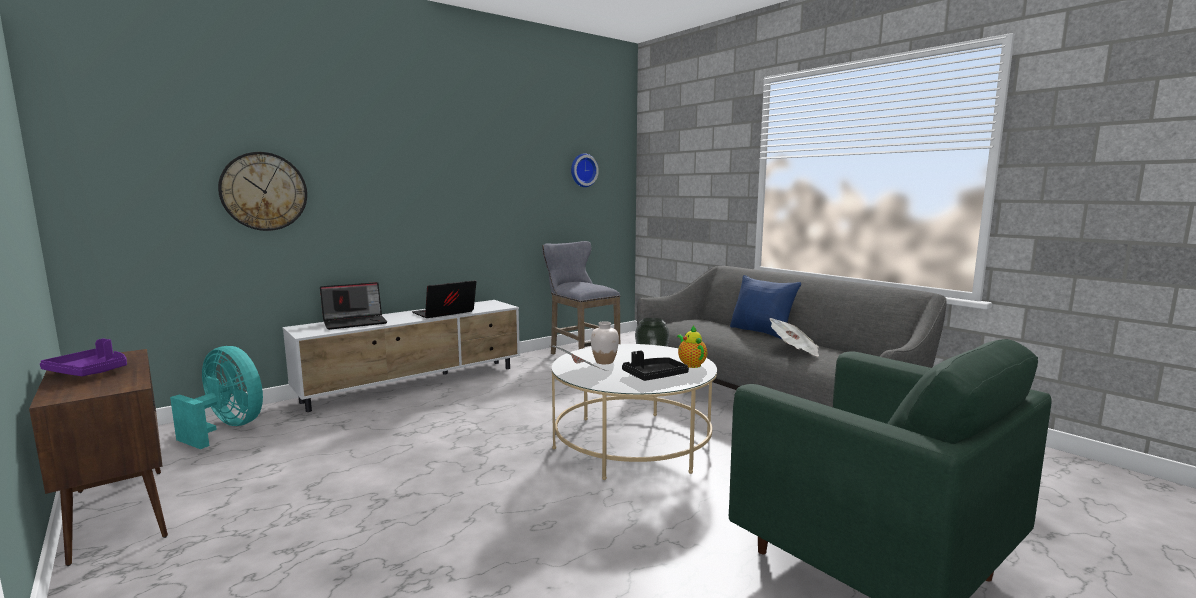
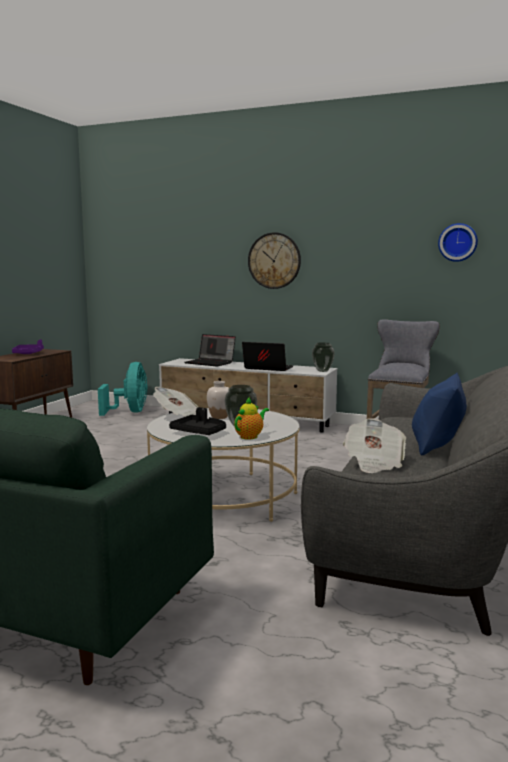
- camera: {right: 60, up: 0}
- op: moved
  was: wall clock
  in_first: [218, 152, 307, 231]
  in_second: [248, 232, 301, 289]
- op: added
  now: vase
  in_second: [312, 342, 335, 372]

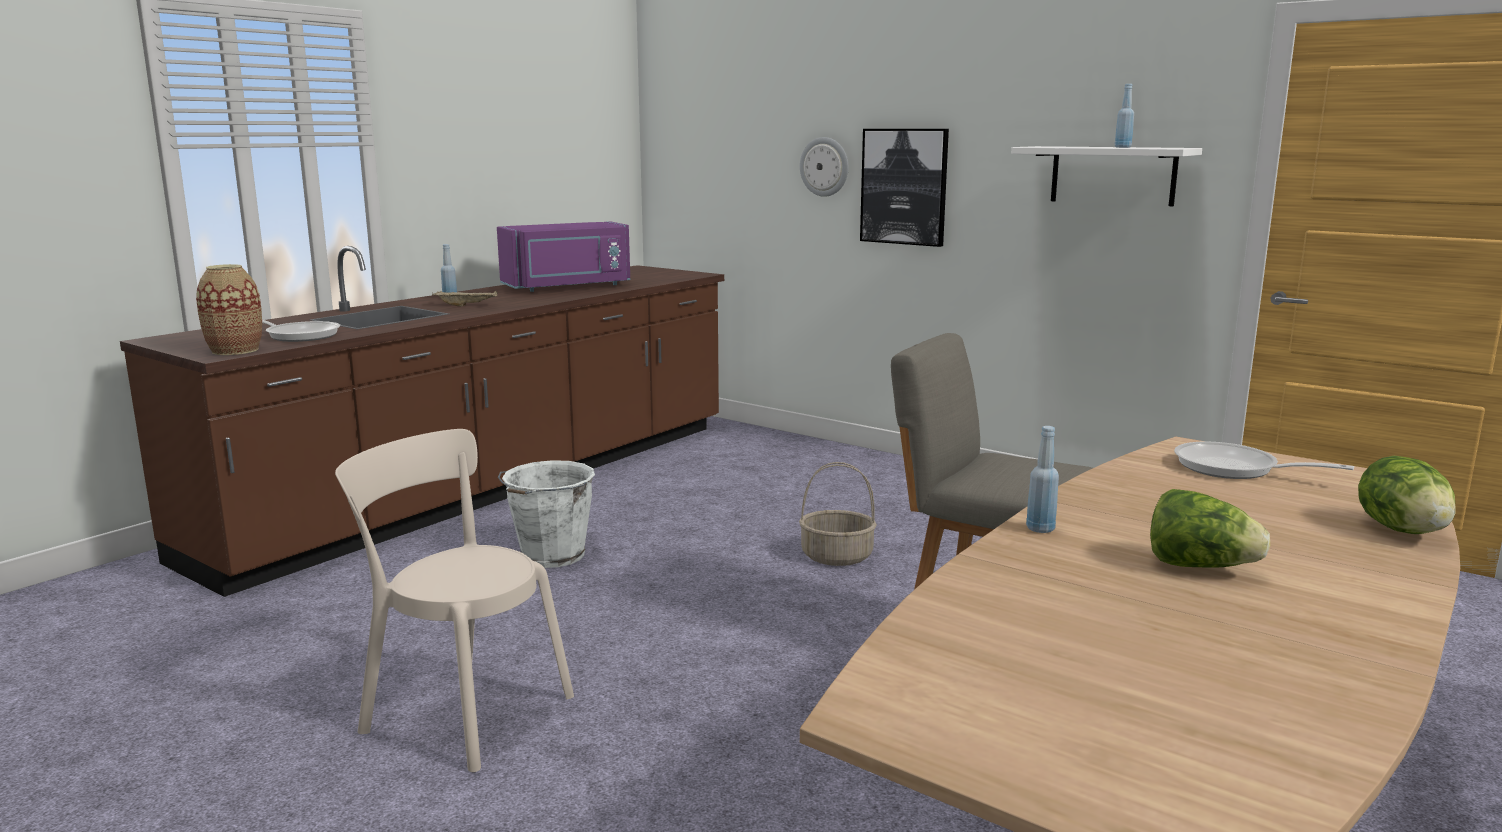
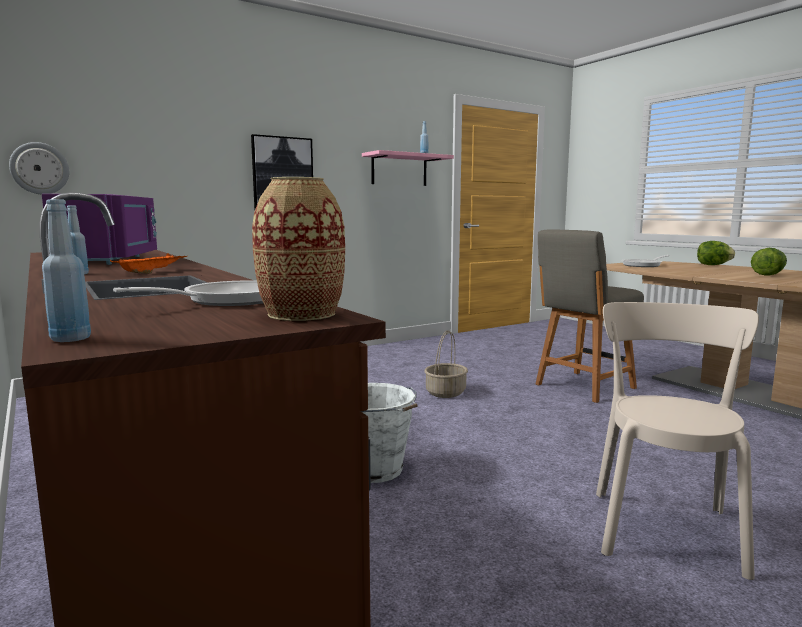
- camera: {right: -70, up: -5}
- op: turned
  was: beige chair
  in_first: [335, 429, 574, 773]
  in_second: [596, 302, 759, 580]
  clockwise: 150
- op: recoloured
  was: beige tray
  now: orange tray
  in_first: [432, 290, 498, 306]
  in_second: [110, 253, 187, 274]
- op: moved
  was: wall clock
  in_first: [800, 137, 849, 197]
  in_second: [9, 142, 69, 194]
- op: recoloured
  was: white shelf
  now: pink shelf
  in_first: [1011, 146, 1202, 206]
  in_second: [362, 150, 454, 186]
- op: moved
  was: blue bottle
  in_first: [1026, 426, 1059, 533]
  in_second: [42, 199, 91, 342]

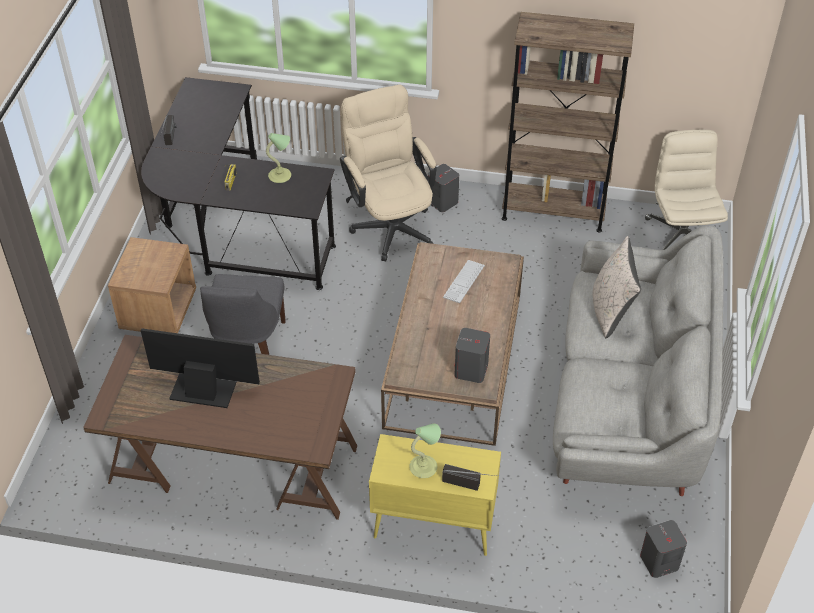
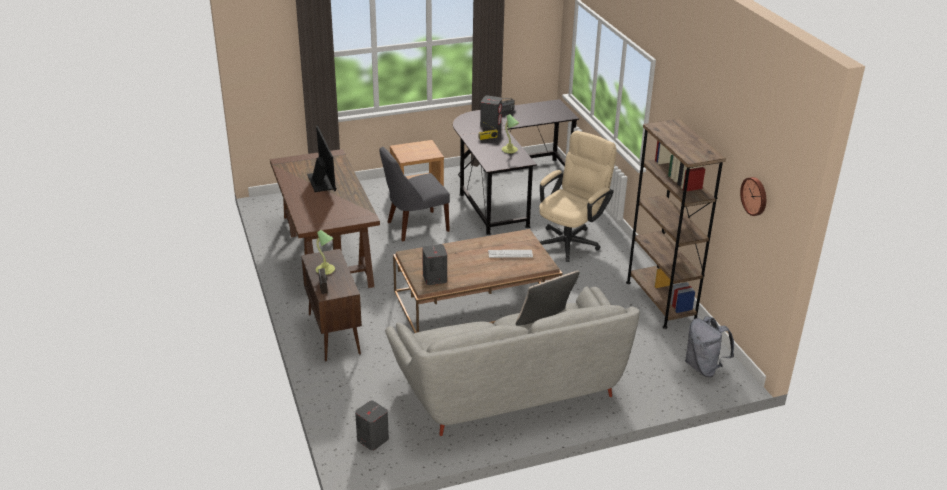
- camera: {right: 60, up: -15}
- op: recoloured
  was: yellow cabinet
  now: brown cabinet
  in_first: [369, 434, 501, 556]
  in_second: [301, 249, 362, 362]
- op: moved
  was: grey speaker
  in_first: [428, 164, 459, 212]
  in_second: [480, 96, 502, 129]
- op: replaced
  was: beige office chair
  now: grey backpack
  in_first: [645, 130, 728, 250]
  in_second: [685, 316, 734, 377]
- op: added
  now: wall clock
  in_second: [740, 177, 766, 216]

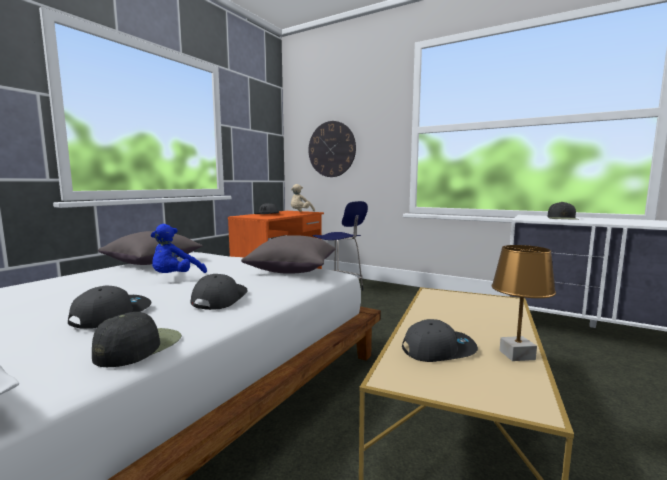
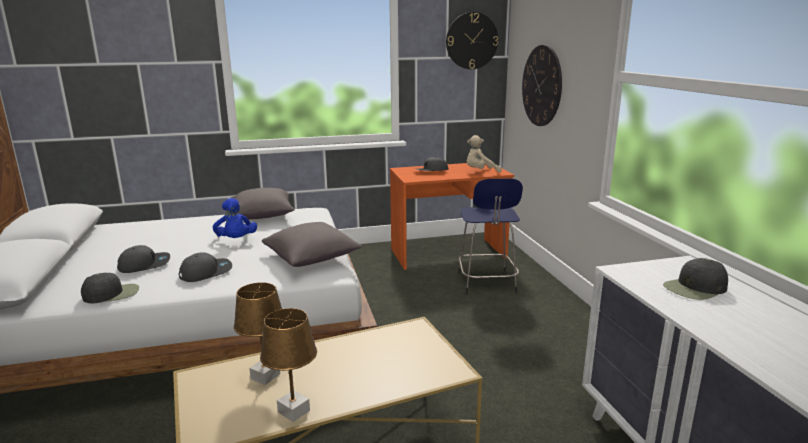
- camera: {right: 45, up: 10}
- op: turned
  was: blue plush toy
  in_first: [150, 224, 207, 273]
  in_second: [213, 198, 257, 238]
  clockwise: -90
- op: replaced
  was: grey cap
  now: brown table lamp
  in_first: [402, 319, 478, 362]
  in_second: [234, 282, 282, 385]
- op: added
  now: wall clock
  in_second: [446, 12, 498, 69]

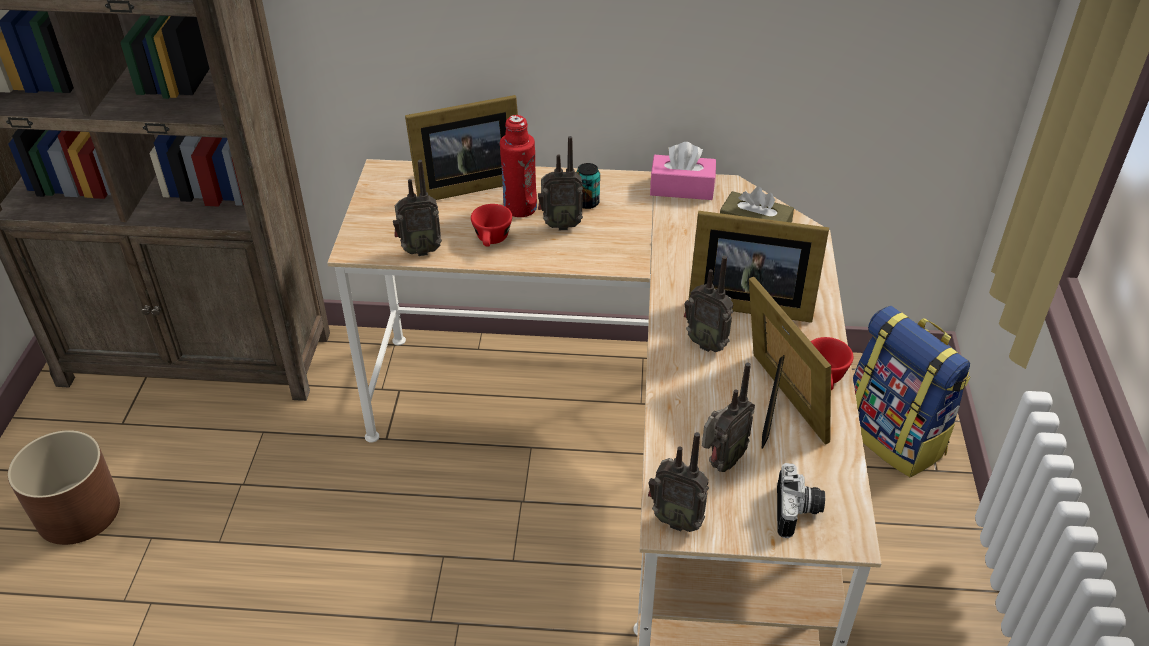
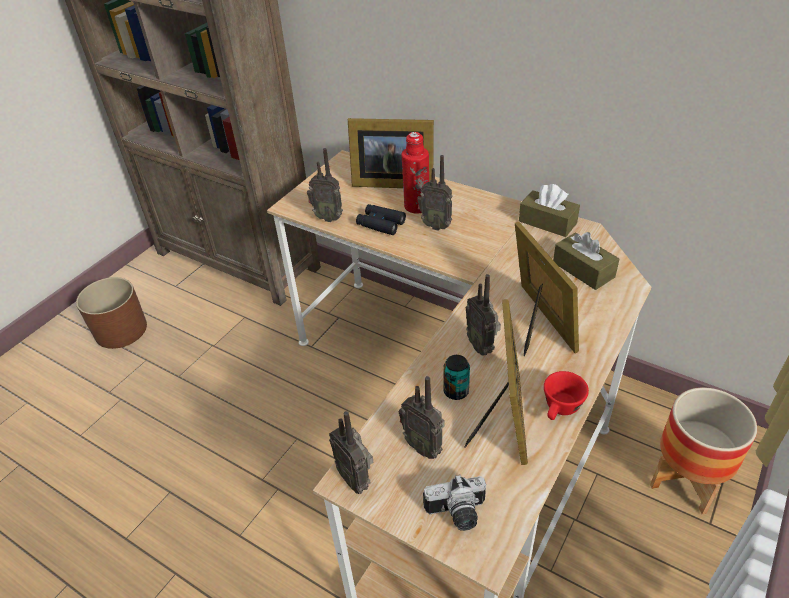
- camera: {right: 30, up: 0}
- op: replaced
  was: red cup
  now: black binoculars
  in_first: [471, 204, 512, 246]
  in_second: [356, 204, 406, 235]
- op: moved
  was: can
  in_first: [576, 163, 600, 209]
  in_second: [443, 355, 470, 400]
- op: recoloured
  was: pink tissue box
  now: brown tissue box
  in_first: [650, 142, 716, 200]
  in_second: [519, 184, 580, 237]
- op: turned
  was: picture frame
  in_first: [689, 211, 829, 323]
  in_second: [515, 222, 579, 356]
  clockwise: -150
- op: turned
  was: radio
  in_first: [702, 362, 755, 472]
  in_second: [399, 376, 444, 459]
  clockwise: 60
- op: turned
  was: photo camera
  in_first: [777, 463, 825, 538]
  in_second: [423, 474, 486, 531]
  clockwise: 45
- op: replaced
  was: backpack
  now: planter
  in_first: [853, 306, 971, 477]
  in_second: [650, 387, 757, 514]

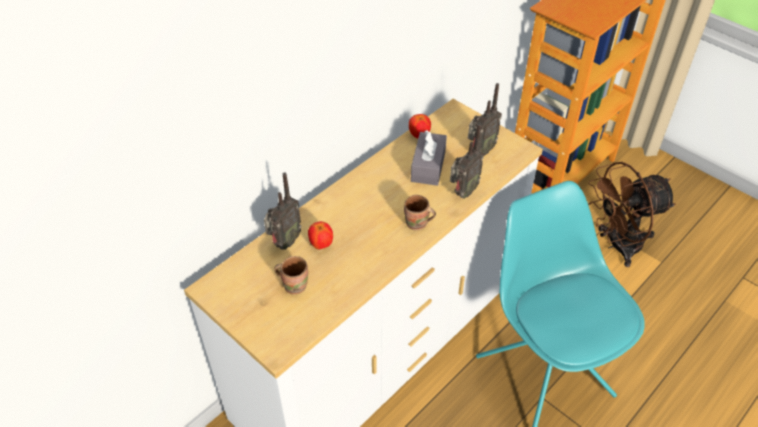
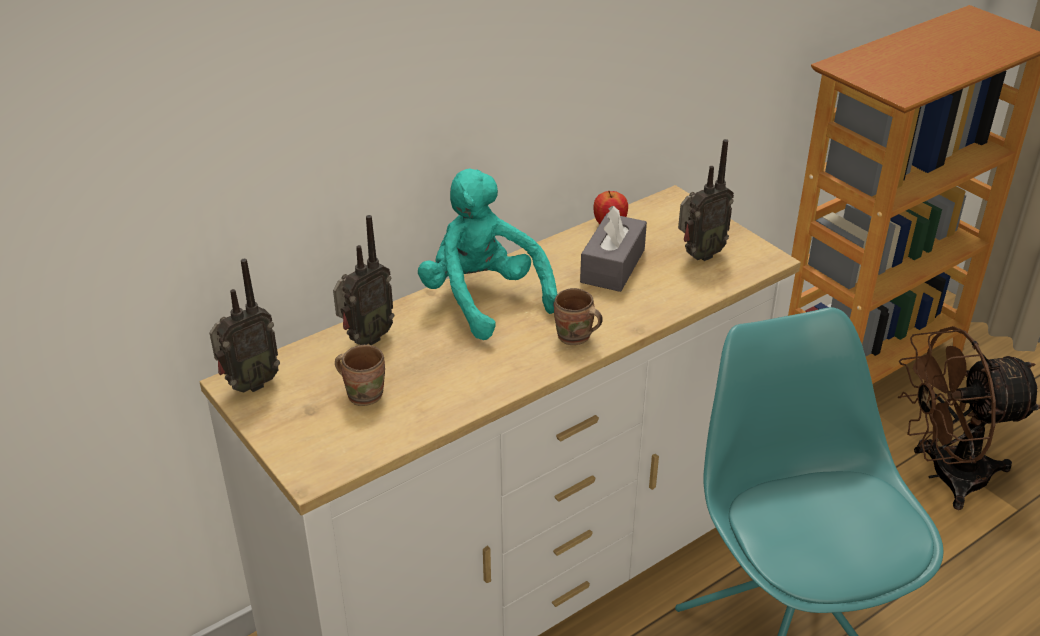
- camera: {right: 10, up: -10}
- op: removed
  was: apple
  in_first: [308, 221, 333, 249]
- op: moved
  was: radio
  in_first: [450, 123, 484, 198]
  in_second: [209, 259, 280, 392]
- op: added
  now: turquoise plush toy
  in_second: [418, 168, 557, 340]

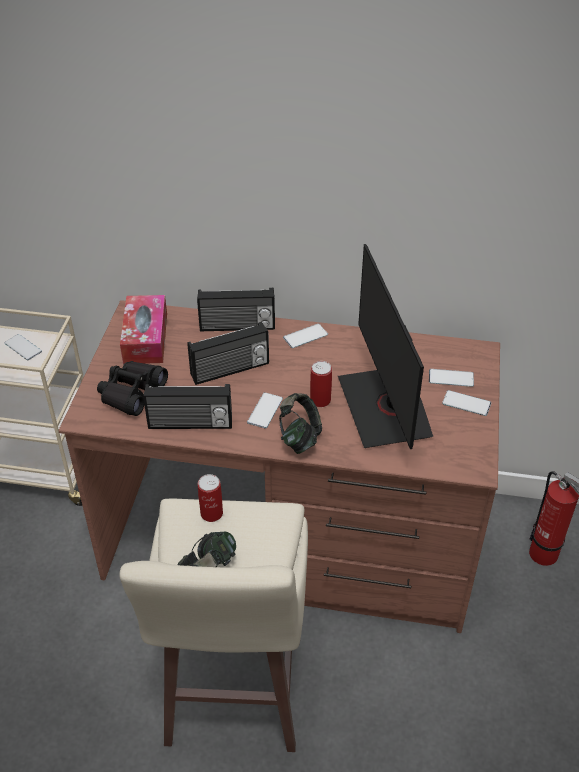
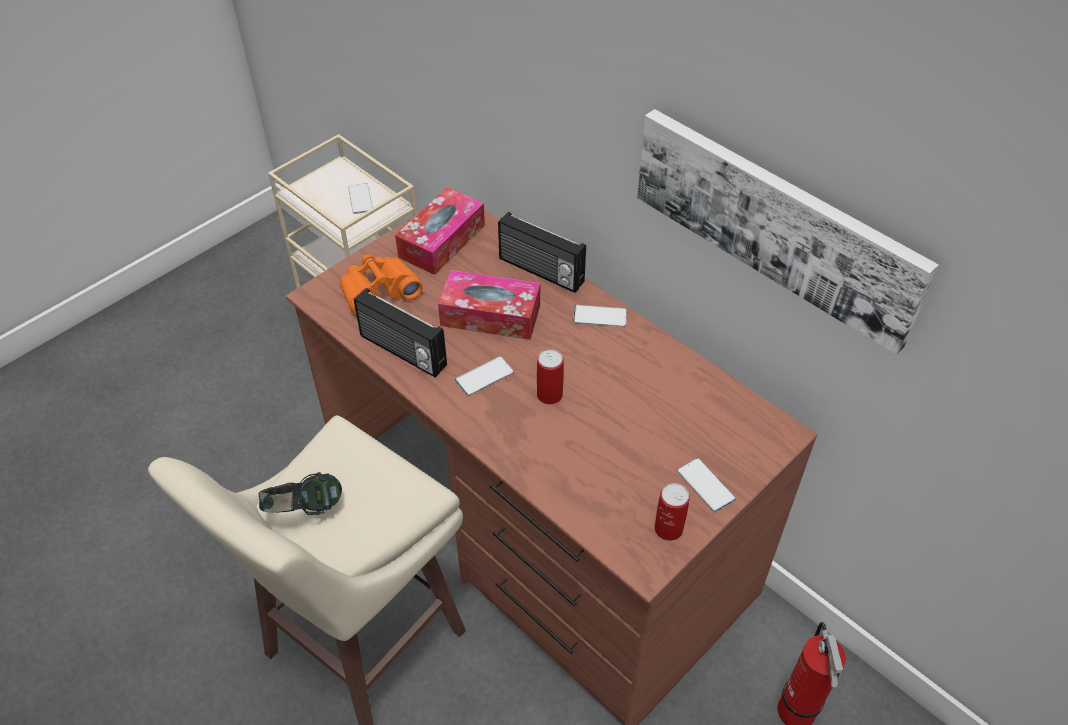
- camera: {right: 35, up: 5}
- op: recoloured
  was: black binoculars
  now: orange binoculars
  in_first: [97, 361, 168, 416]
  in_second: [340, 254, 423, 316]
- op: replaced
  was: radio
  now: tissue box
  in_first: [187, 322, 269, 385]
  in_second: [438, 270, 540, 340]
- op: moved
  was: can
  in_first: [198, 474, 223, 522]
  in_second: [654, 483, 690, 541]
- op: removed
  was: headphones
  in_first: [279, 393, 322, 454]
- op: removed
  was: monitor
  in_first: [338, 244, 433, 449]
- op: removed
  was: phone
  in_first: [429, 369, 474, 387]
- op: added
  now: picture
  in_second: [637, 109, 939, 355]

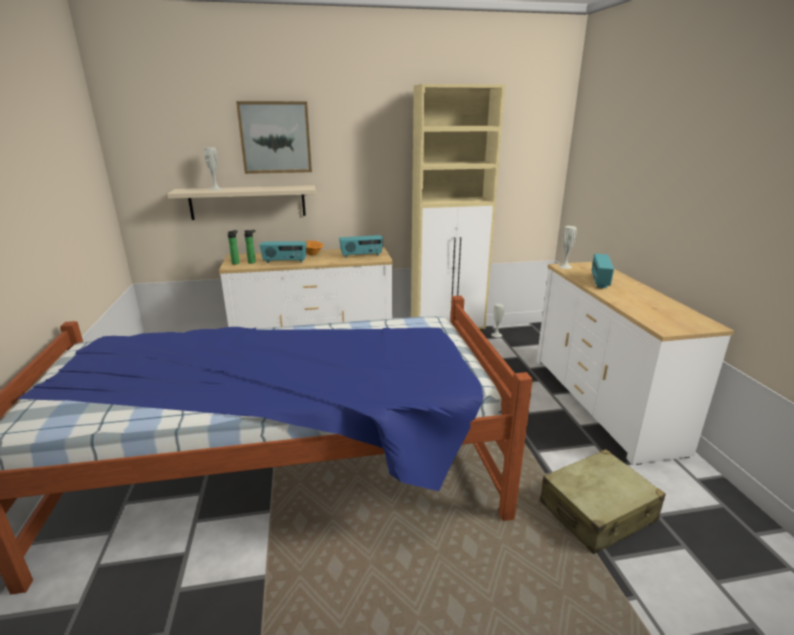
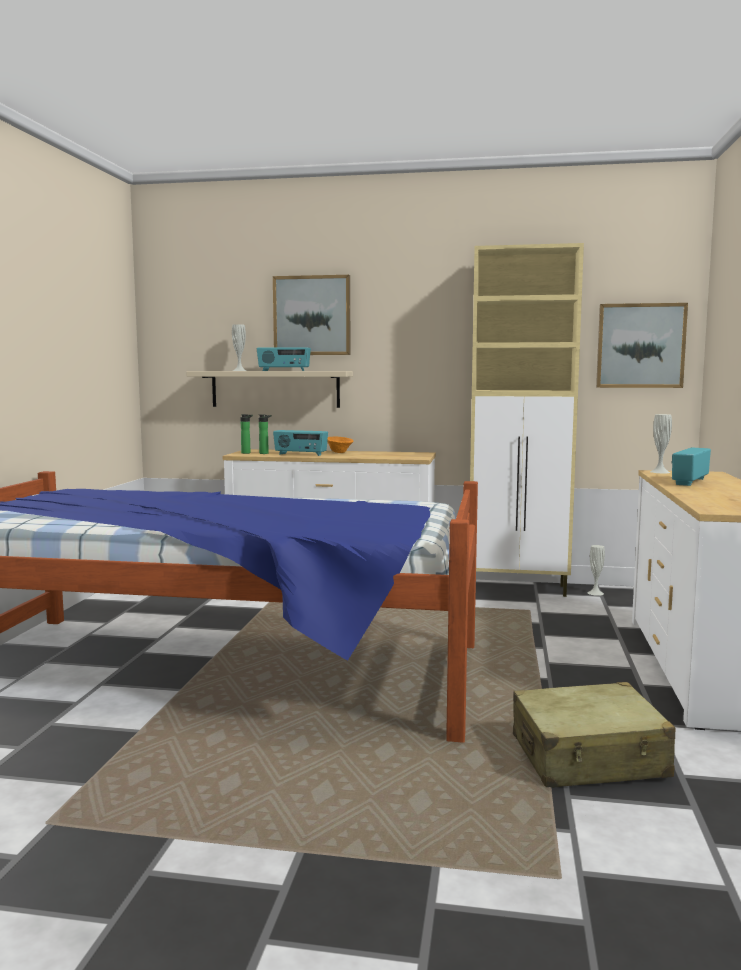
- camera: {right: 20, up: -15}
- op: moved
  was: radio
  in_first: [339, 235, 383, 258]
  in_second: [257, 347, 311, 371]
- op: added
  now: picture
  in_second: [596, 303, 688, 388]

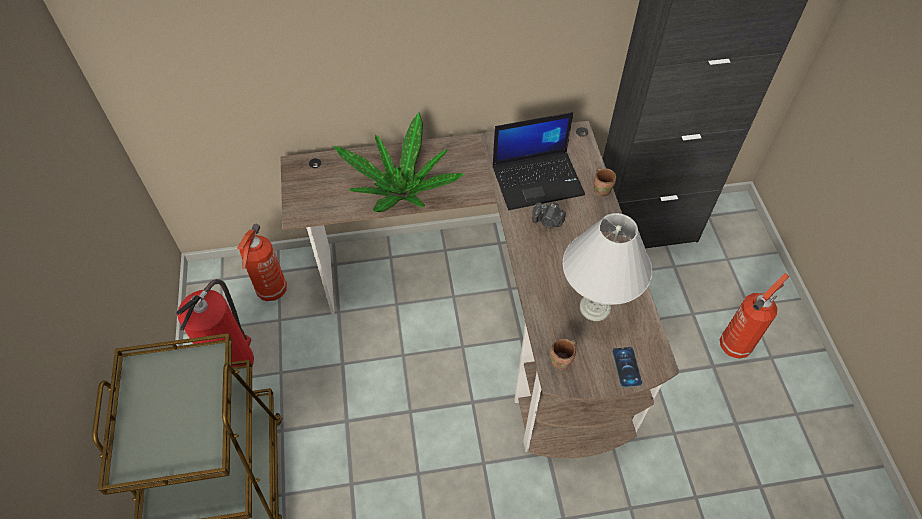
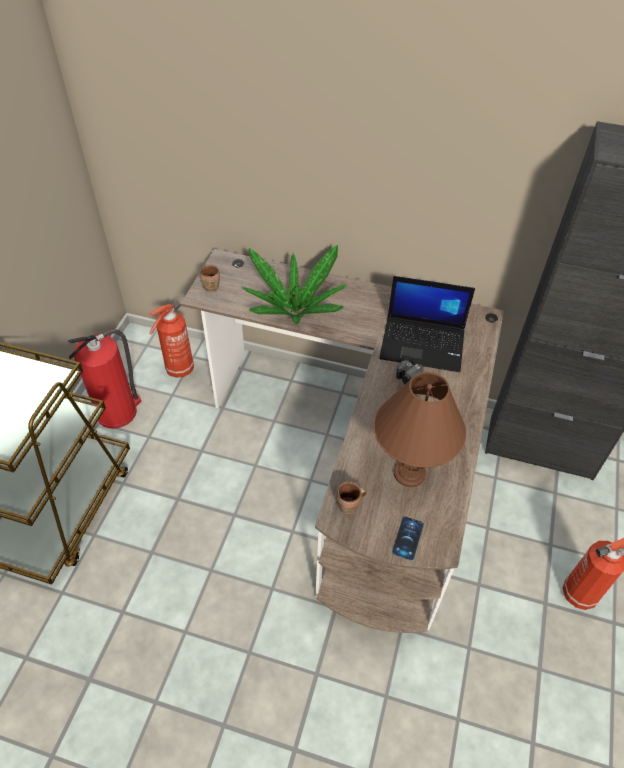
- camera: {right: 25, up: -5}
- op: recoloured
  was: white table lamp
  now: brown table lamp
  in_first: [563, 213, 652, 321]
  in_second: [374, 372, 466, 487]
- op: moved
  was: brown mug
  in_first: [593, 168, 616, 197]
  in_second: [200, 264, 220, 292]

